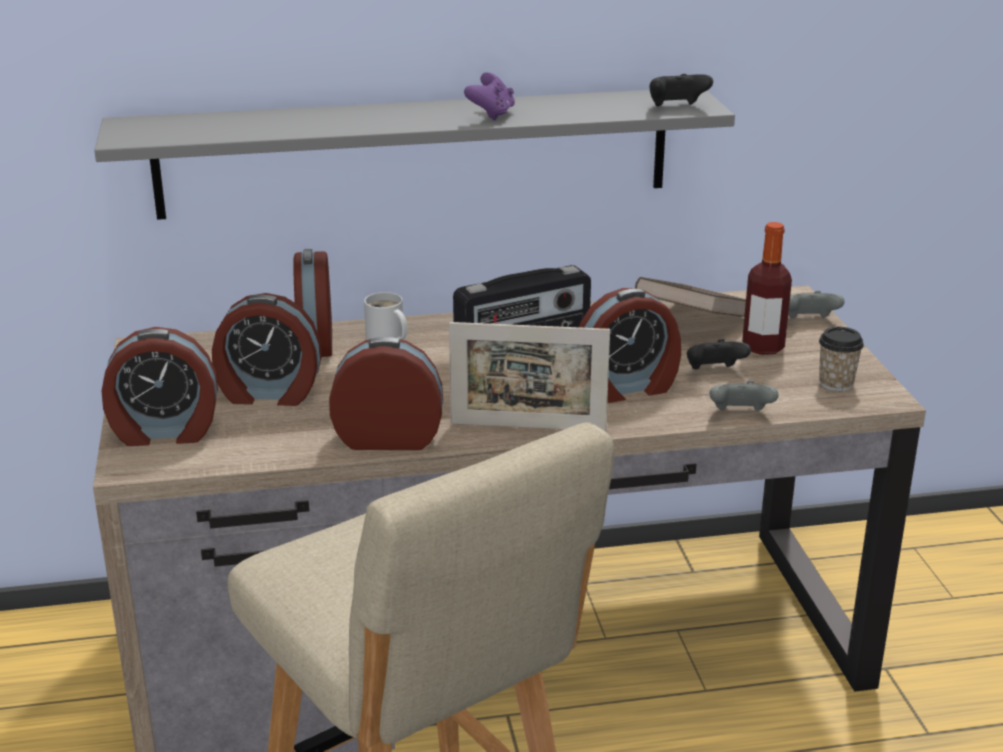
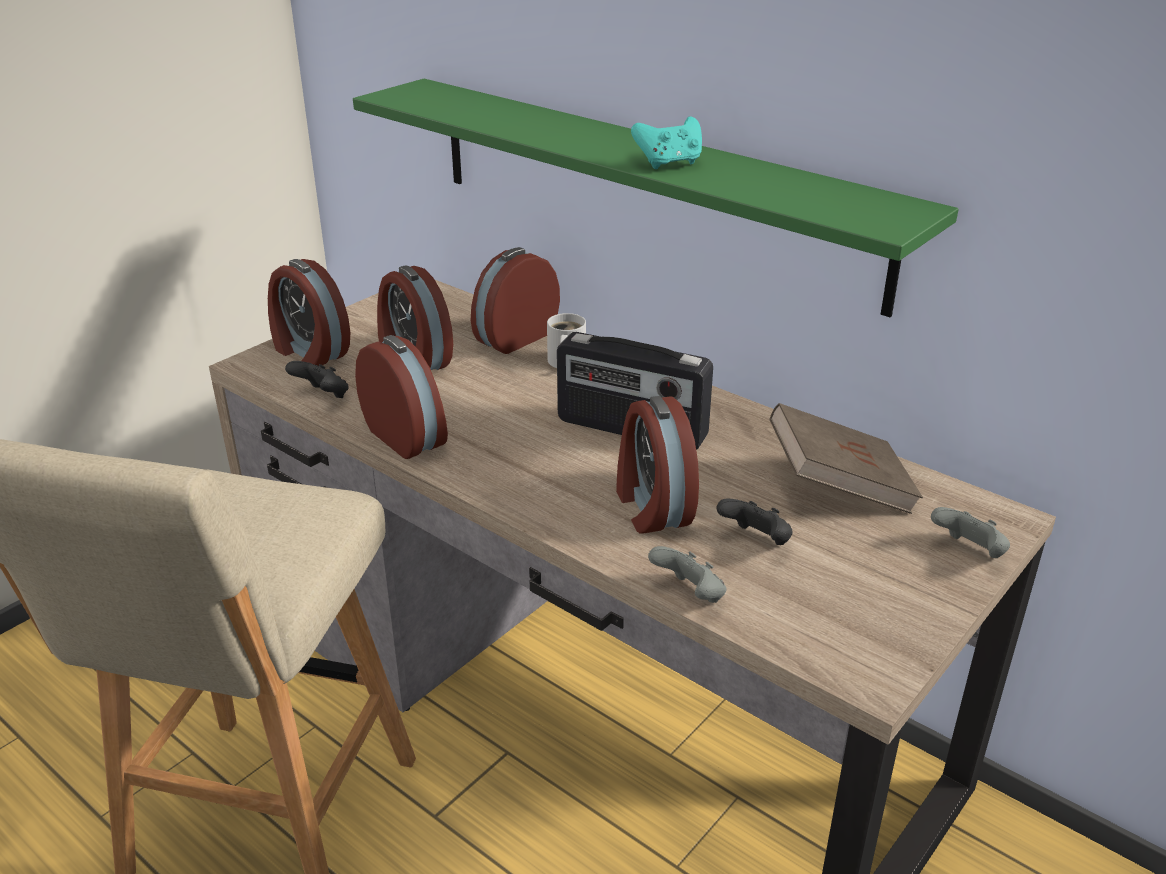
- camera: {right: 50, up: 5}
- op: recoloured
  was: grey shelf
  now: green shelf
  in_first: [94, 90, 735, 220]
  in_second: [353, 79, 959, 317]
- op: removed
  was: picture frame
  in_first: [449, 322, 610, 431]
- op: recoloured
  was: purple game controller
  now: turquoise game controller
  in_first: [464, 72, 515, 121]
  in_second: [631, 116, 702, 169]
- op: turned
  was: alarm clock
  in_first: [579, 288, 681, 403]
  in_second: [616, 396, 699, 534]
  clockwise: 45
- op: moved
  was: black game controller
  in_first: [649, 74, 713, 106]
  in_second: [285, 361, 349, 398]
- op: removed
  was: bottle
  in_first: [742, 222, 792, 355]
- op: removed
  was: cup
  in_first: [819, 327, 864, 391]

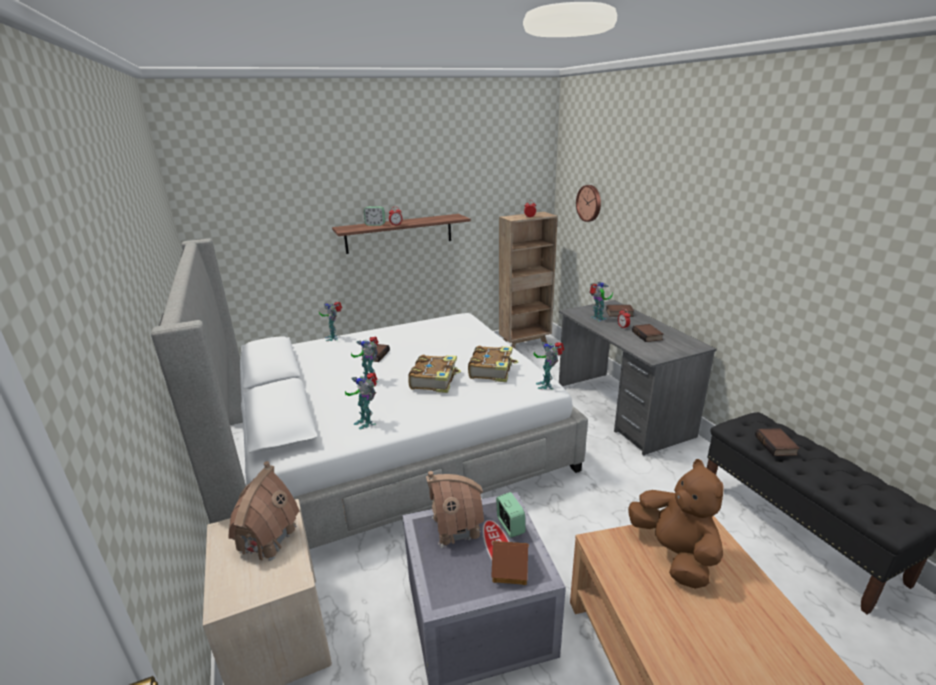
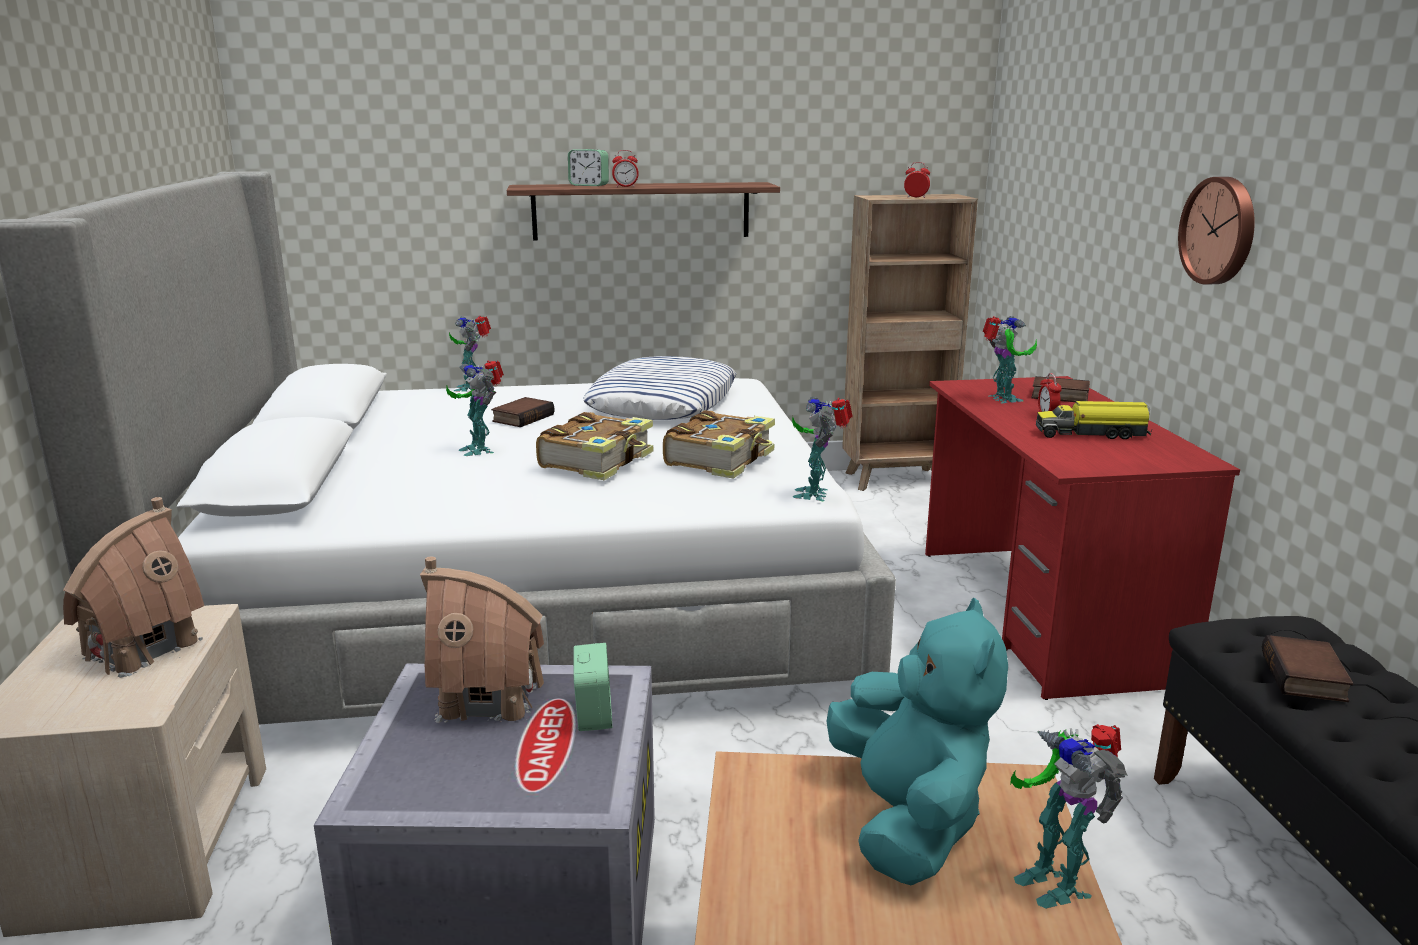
- camera: {right: 15, up: -5}
- op: moved
  was: toy robot
  in_first: [345, 373, 378, 429]
  in_second: [1010, 724, 1128, 909]
- op: removed
  was: toy house
  in_first: [491, 541, 529, 585]
- op: recoloured
  was: grey desk
  now: red desk
  in_first: [559, 300, 717, 455]
  in_second: [925, 376, 1240, 700]
- op: moved
  was: wall clock
  in_first: [576, 185, 601, 222]
  in_second: [1178, 177, 1255, 285]
- op: recoloured
  was: brown plush toy
  now: turquoise plush toy
  in_first: [628, 459, 724, 589]
  in_second: [826, 598, 1008, 885]
- op: replaced
  was: book
  now: toy truck
  in_first: [632, 324, 664, 342]
  in_second: [1036, 401, 1152, 439]
- op: added
  now: pillow
  in_second: [583, 356, 736, 420]

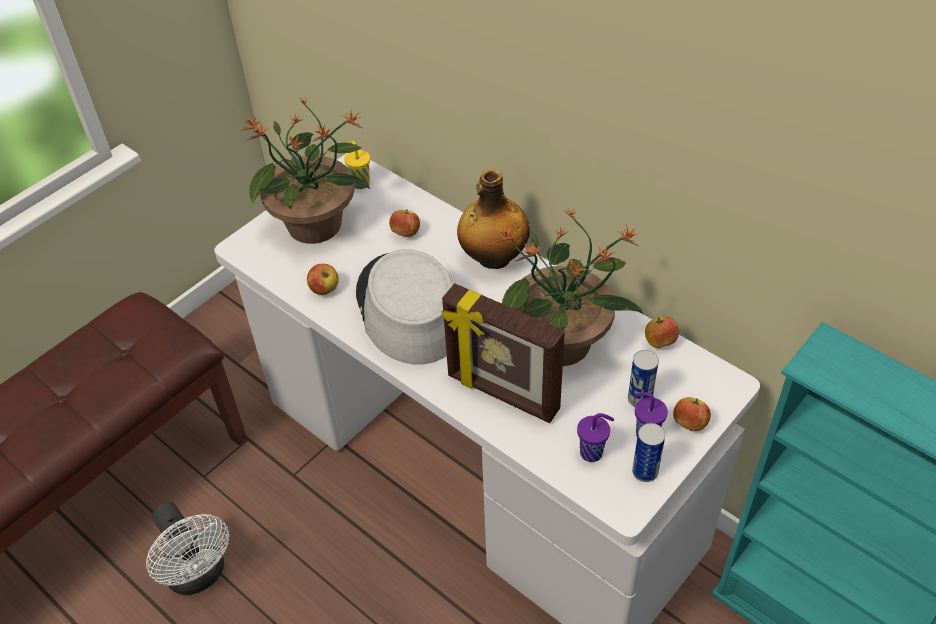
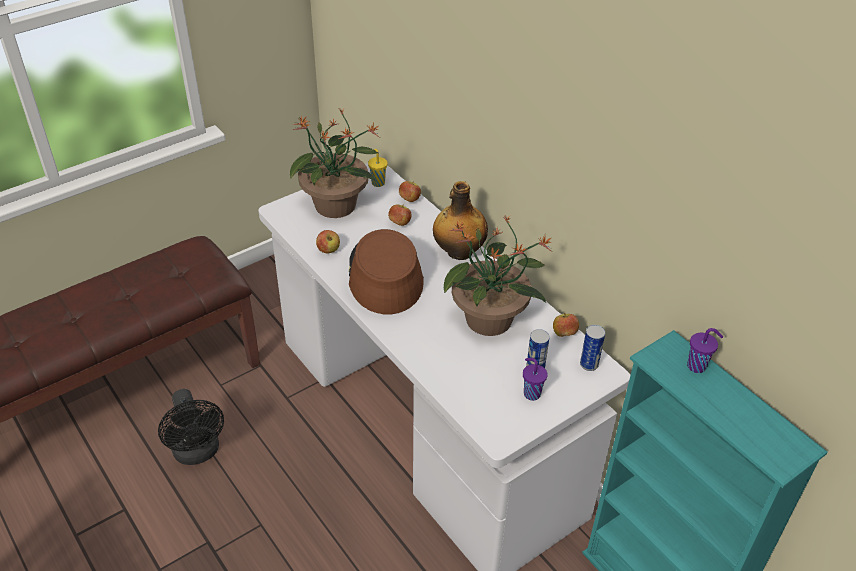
- camera: {right: 10, up: -5}
- op: recoloured
  was: white fan
  now: black fan
  in_first: [146, 502, 229, 595]
  in_second: [158, 389, 224, 465]
- op: recoloured
  was: grey hat
  now: brown hat
  in_first: [356, 249, 452, 365]
  in_second: [349, 229, 424, 314]
- op: removed
  was: picture frame
  in_first: [441, 283, 565, 423]
- op: moved
  was: purple cup
  in_first: [577, 413, 614, 462]
  in_second: [687, 328, 723, 373]
- op: moved
  was: can
  in_first: [632, 423, 665, 482]
  in_second: [580, 325, 605, 371]
- op: moved
  was: apple
  in_first: [673, 397, 711, 431]
  in_second: [399, 181, 421, 202]

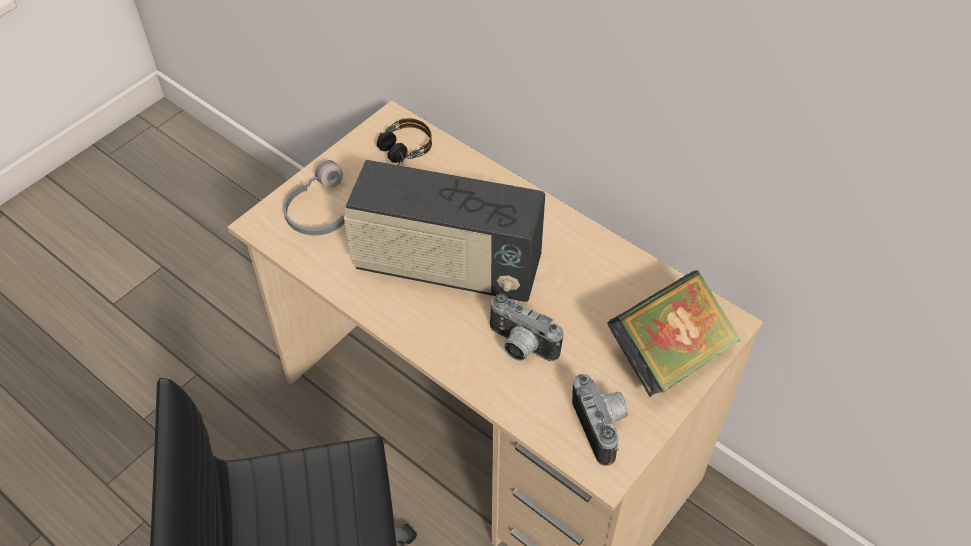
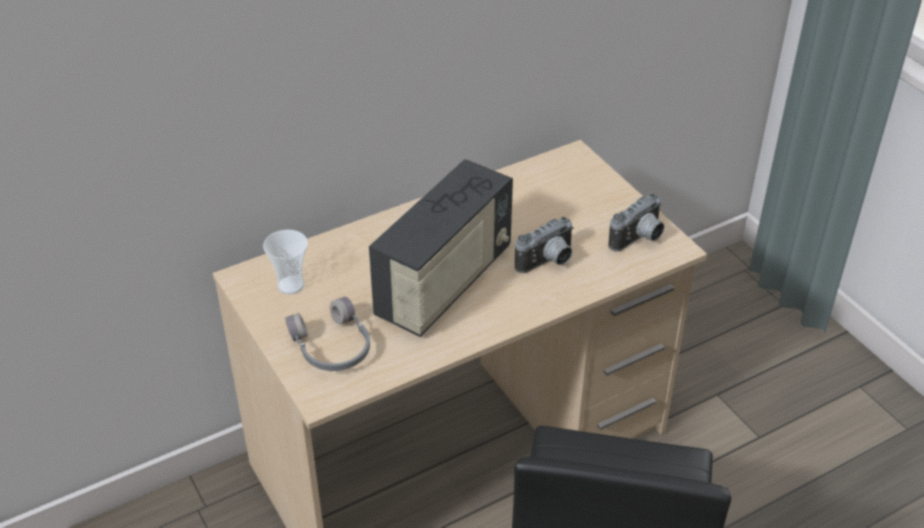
- camera: {right: -70, up: -10}
- op: replaced
  was: headphones
  now: cup
  in_first: [377, 118, 432, 165]
  in_second: [263, 230, 308, 295]
- op: turned
  was: photo camera
  in_first: [572, 374, 628, 466]
  in_second: [608, 194, 664, 252]
  clockwise: 135
- op: removed
  was: book
  in_first: [607, 270, 741, 397]

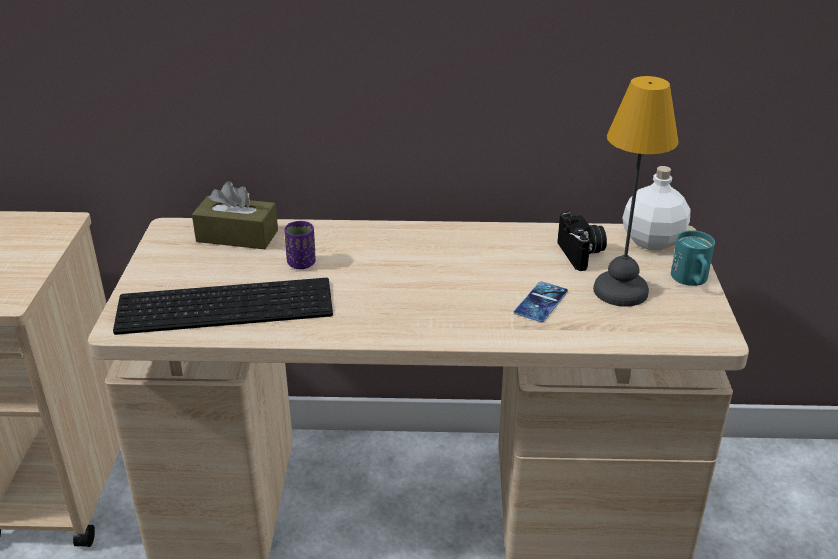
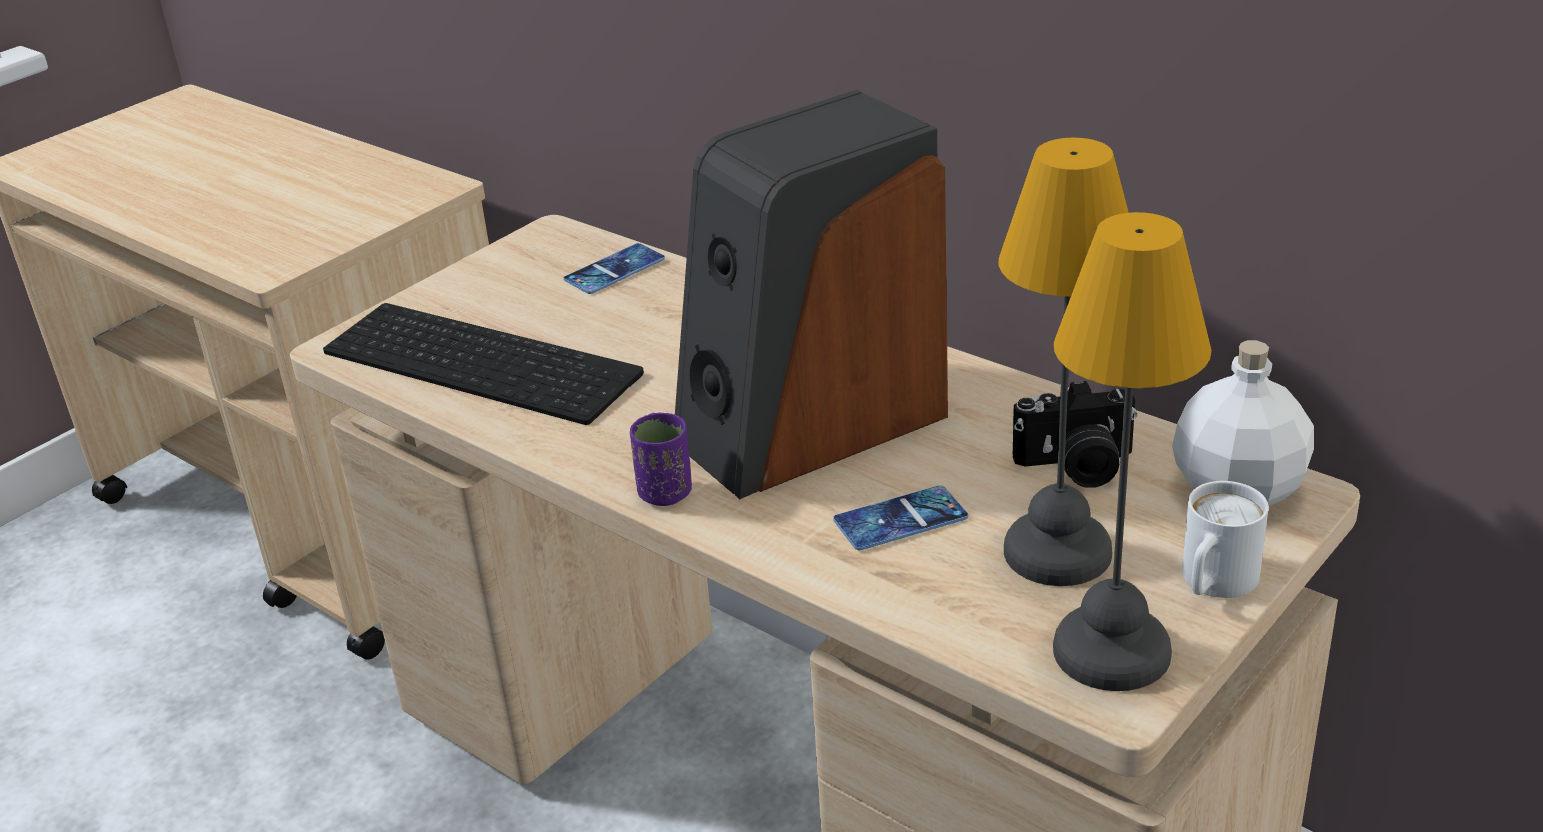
- camera: {right: 40, up: 0}
- op: replaced
  was: brown tissue box
  now: phone
  in_first: [192, 181, 278, 249]
  in_second: [564, 243, 665, 294]
- op: moved
  was: purple cup
  in_first: [284, 220, 316, 269]
  in_second: [630, 413, 692, 506]
- op: turned
  was: photo camera
  in_first: [557, 211, 607, 271]
  in_second: [1012, 381, 1138, 488]
  clockwise: 60
- op: recoloured
  was: turquoise mug
  now: white mug
  in_first: [671, 230, 715, 286]
  in_second: [1182, 481, 1269, 598]
- op: added
  now: speaker
  in_second: [675, 90, 948, 499]
- op: added
  now: table lamp
  in_second: [1053, 212, 1212, 691]

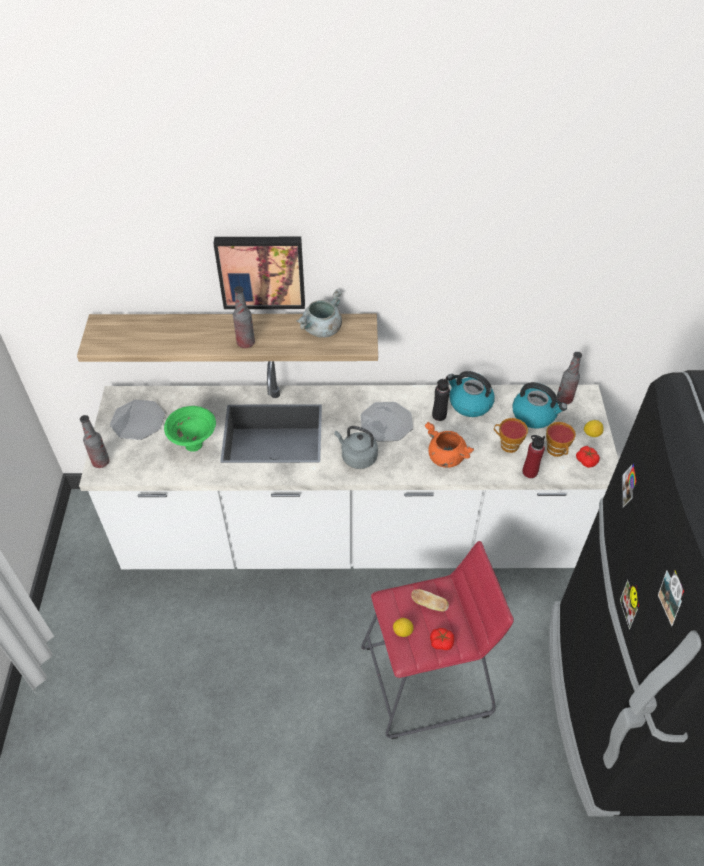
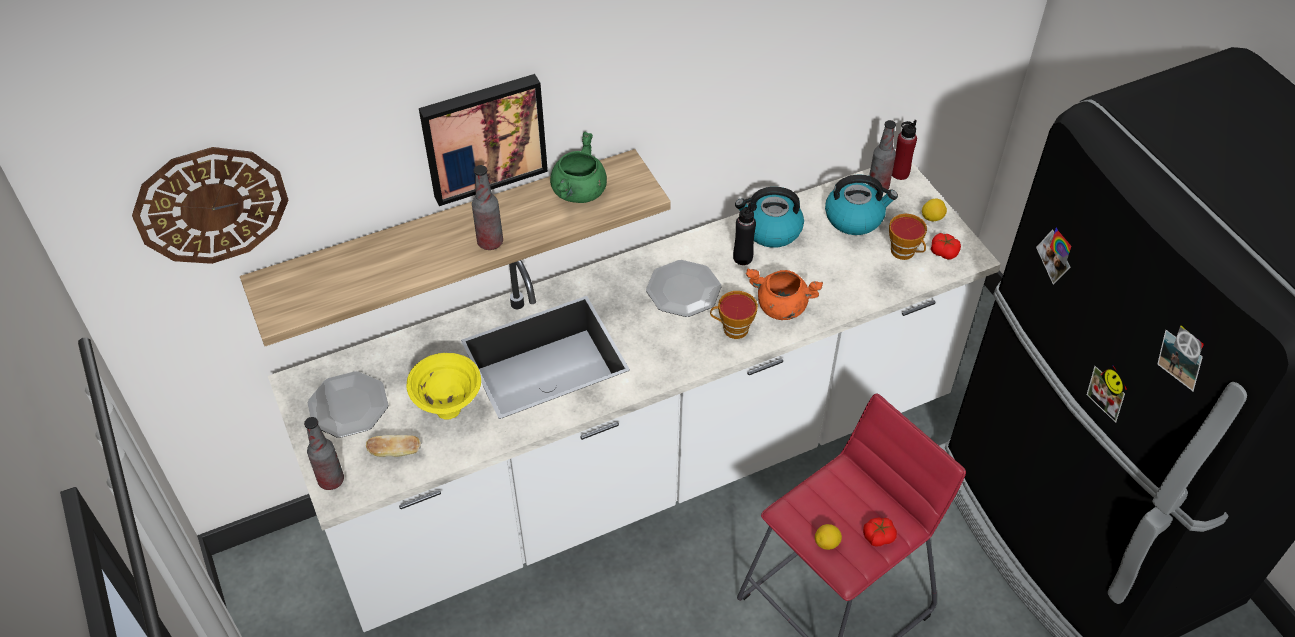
- camera: {right: -25, up: 0}
- op: recoloured
  was: green bowl
  now: yellow bowl
  in_first: [164, 406, 216, 452]
  in_second: [406, 353, 481, 420]
- op: recoloured
  was: grey cooking pot
  now: green cooking pot
  in_first: [297, 289, 342, 338]
  in_second: [550, 132, 607, 203]
- op: removed
  was: grey kettle
  in_first: [335, 426, 378, 469]
- op: moved
  was: bread
  in_first: [411, 589, 449, 611]
  in_second: [366, 435, 421, 457]
- op: moved
  was: cup
  in_first: [494, 418, 528, 453]
  in_second: [710, 291, 758, 339]
- op: moved
  was: red bottle
  in_first: [522, 435, 545, 478]
  in_second: [892, 120, 917, 180]
- op: added
  now: wall clock
  in_second: [132, 147, 288, 264]

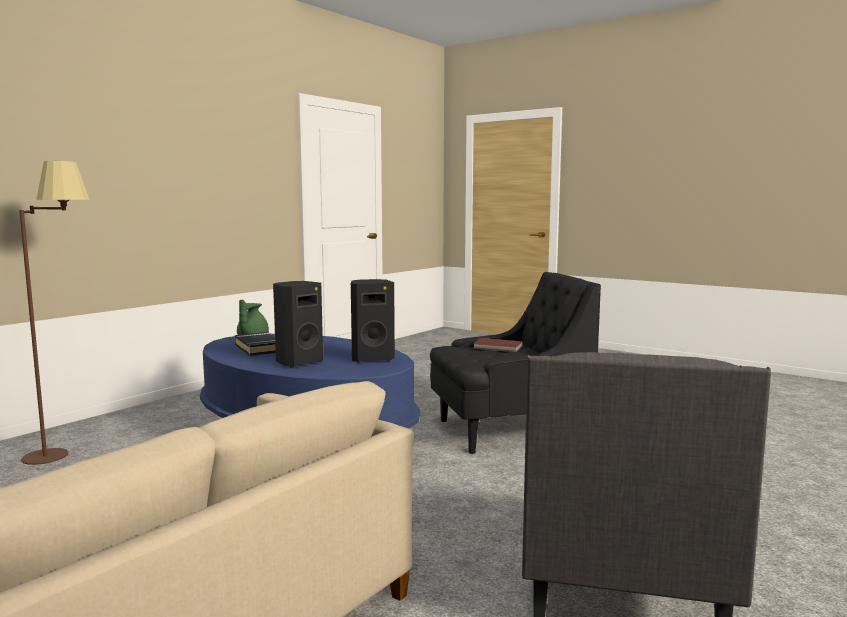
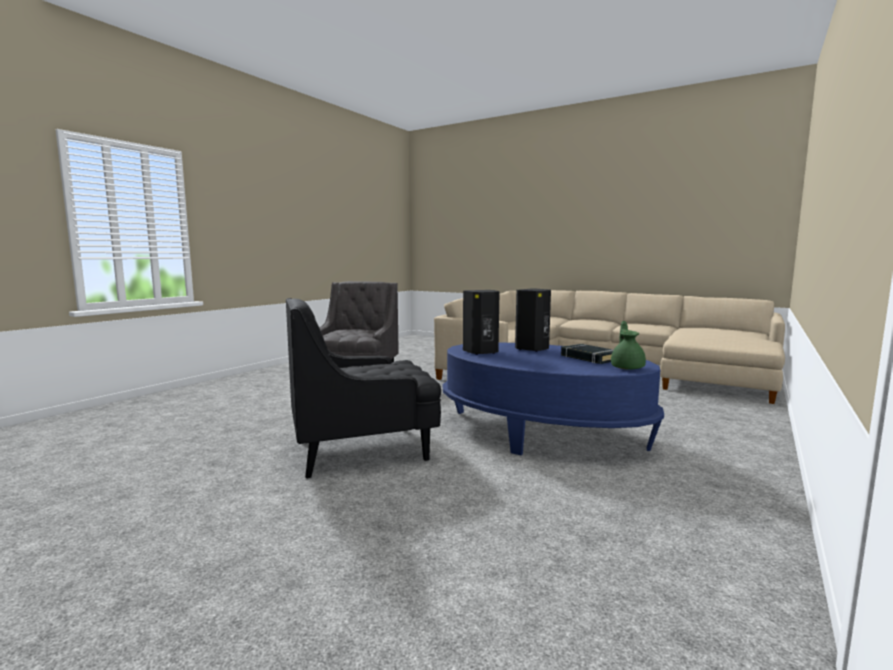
- camera: {right: 175, up: 0}
- op: removed
  was: brown floor lamp
  in_first: [19, 161, 90, 465]
- op: removed
  was: brown book
  in_first: [473, 338, 523, 352]

